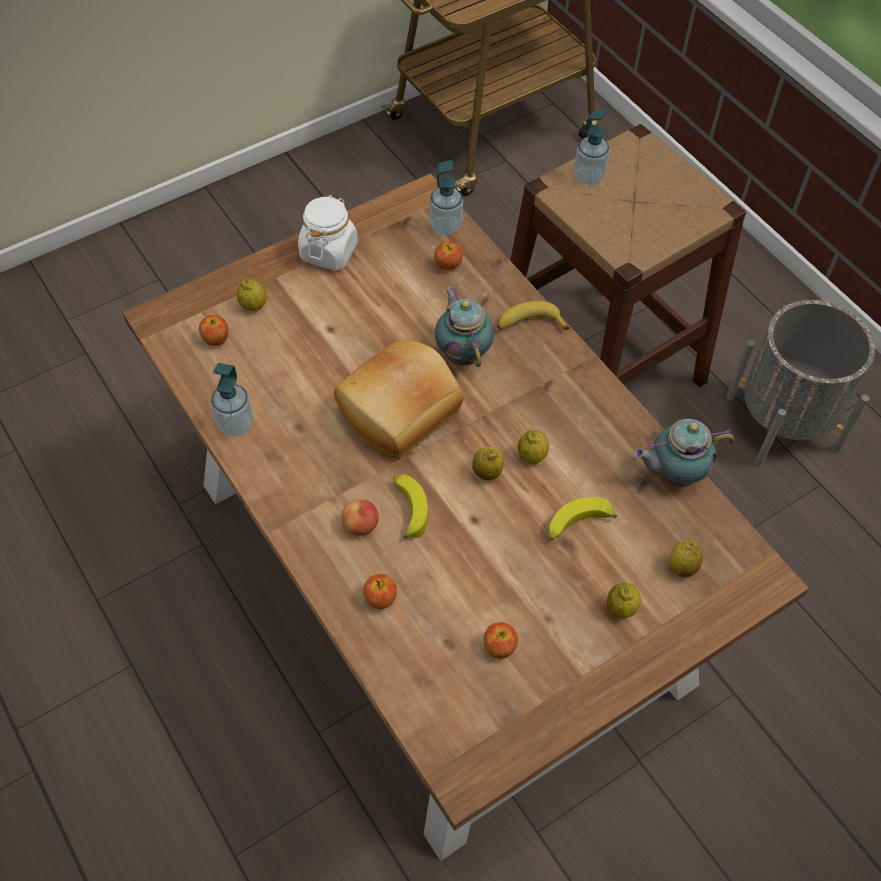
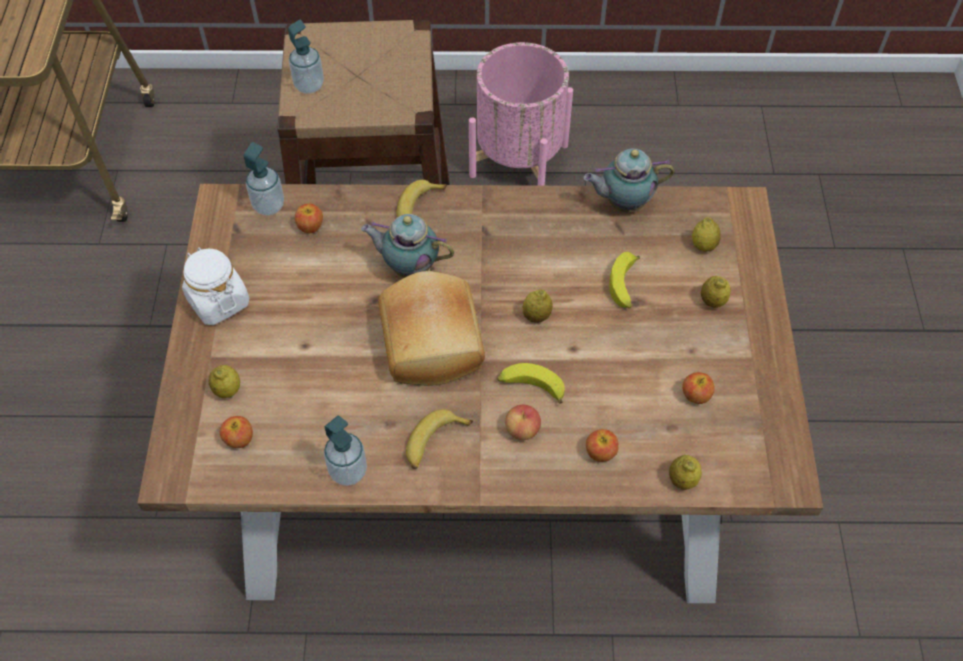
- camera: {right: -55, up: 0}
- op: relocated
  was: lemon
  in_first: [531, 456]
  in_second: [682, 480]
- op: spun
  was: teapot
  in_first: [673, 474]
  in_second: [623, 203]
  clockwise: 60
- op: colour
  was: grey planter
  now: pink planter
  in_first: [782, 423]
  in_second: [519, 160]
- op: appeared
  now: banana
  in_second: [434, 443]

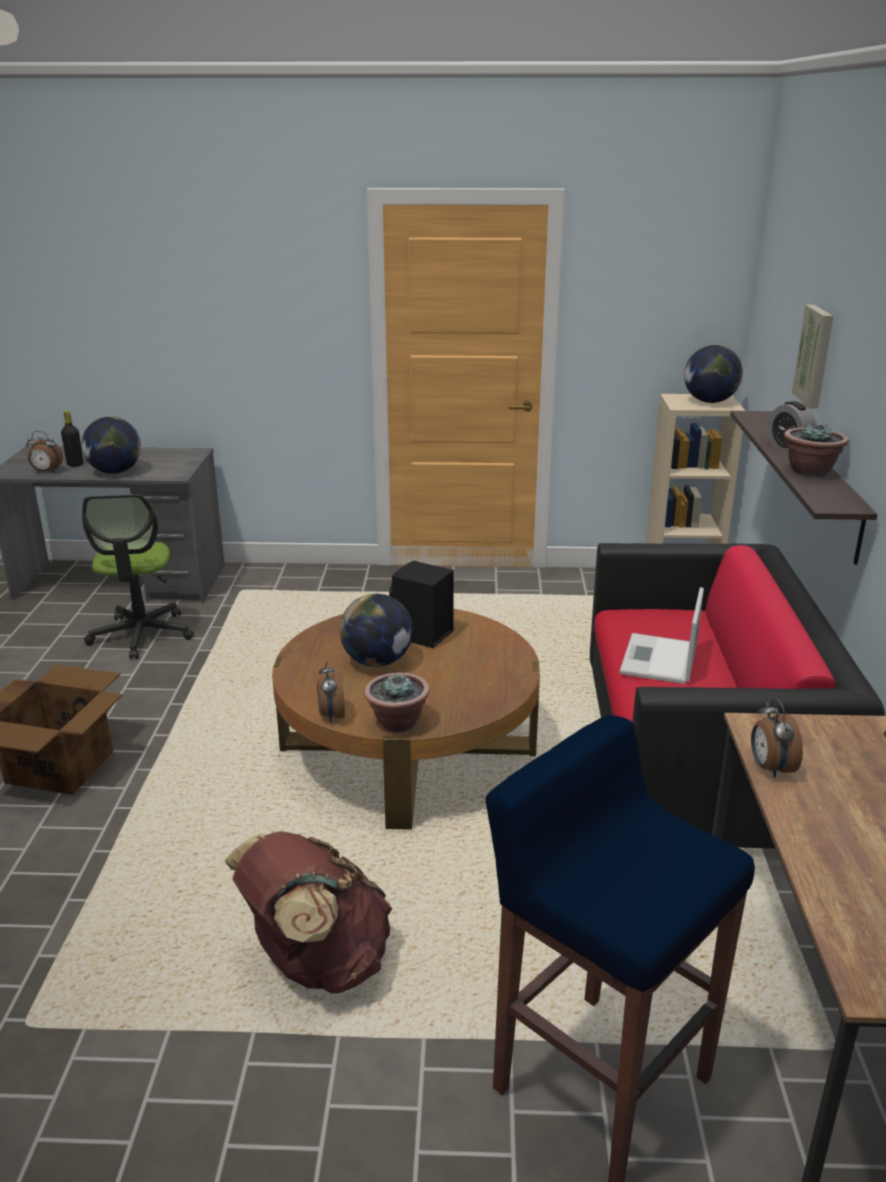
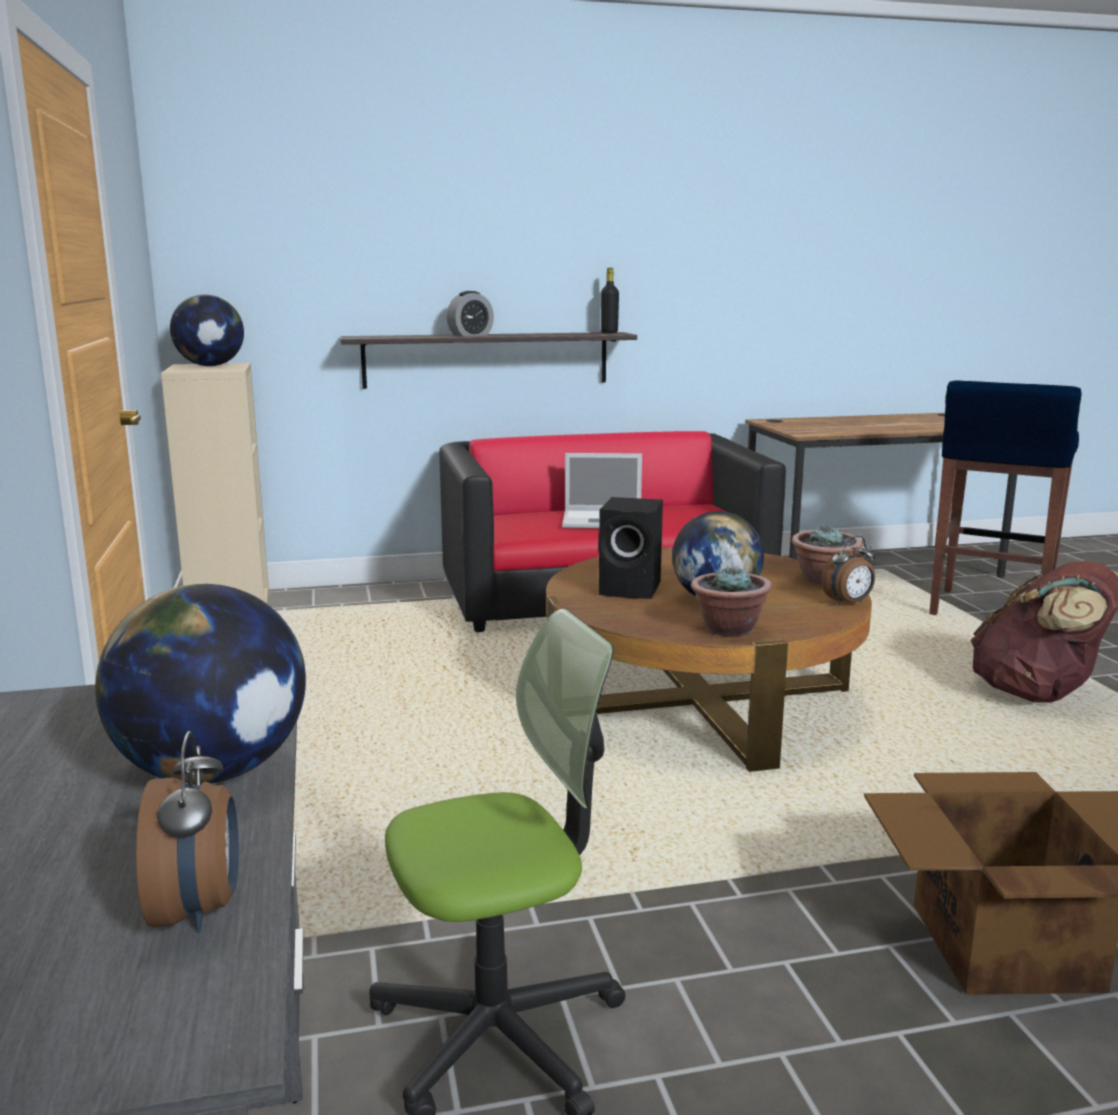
- camera: {right: -105, up: -10}
- op: relocated
  was: black bottle
  in_first: [75, 464]
  in_second: [609, 333]
- op: missing
  was: alarm clock
  in_first: [770, 768]
- op: relocated
  was: potted plant
  in_first: [810, 472]
  in_second: [728, 629]
- op: missing
  was: picture
  in_first: [816, 356]

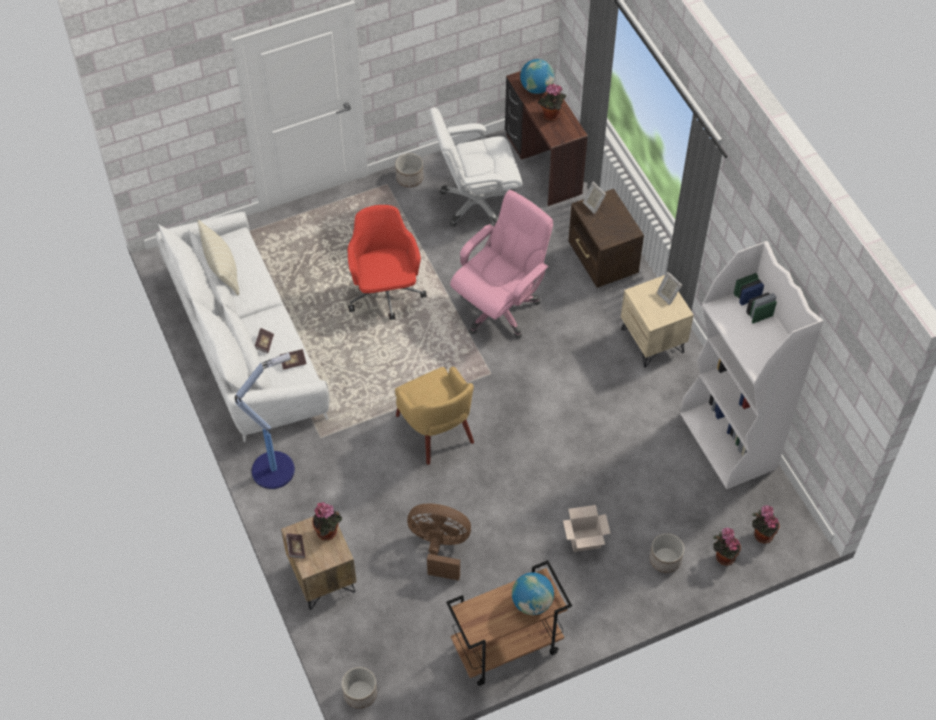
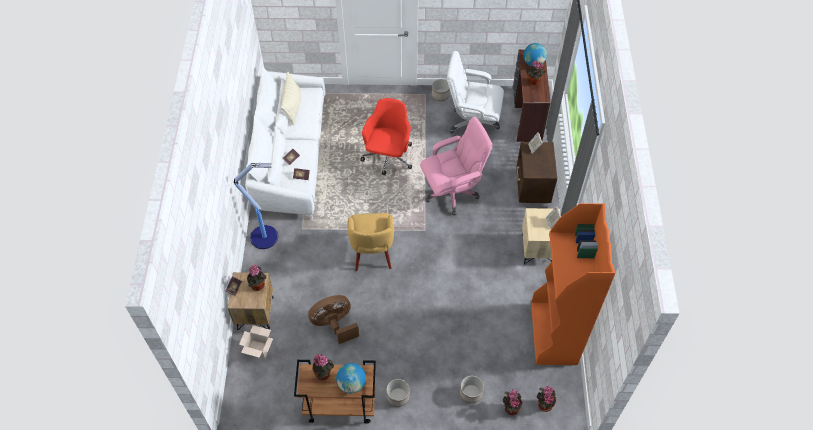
- camera: {right: 25, up: 0}
- op: relocated
  was: planter
  in_first: [360, 694]
  in_second: [397, 396]
- op: spun
  was: brown fan
  in_first: [440, 547]
  in_second: [334, 324]
  clockwise: -60
- op: relocated
  was: cardboard box
  in_first: [585, 539]
  in_second: [259, 349]
- op: colour
  was: white bookcase
  now: orange bookcase
  in_first: [728, 442]
  in_second: [554, 334]
- op: appeared
  now: potted plant
  in_second: [324, 374]

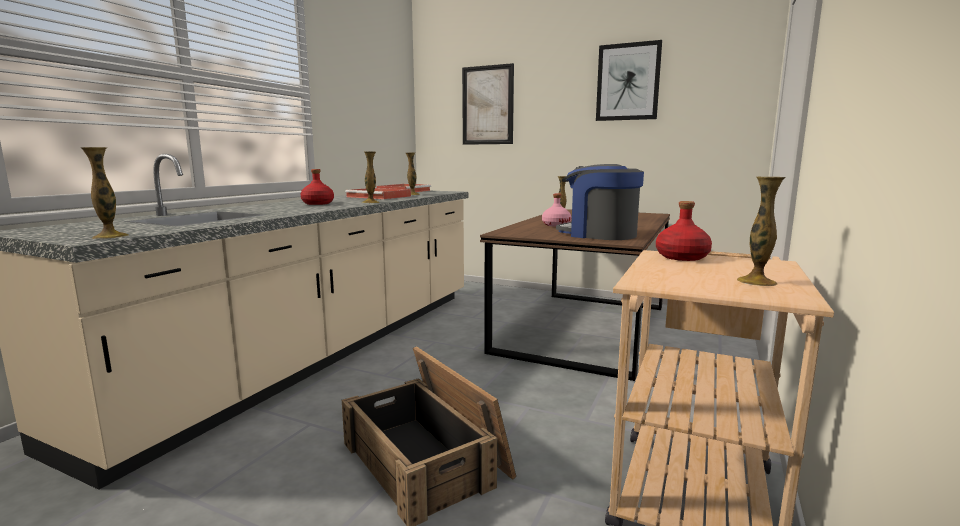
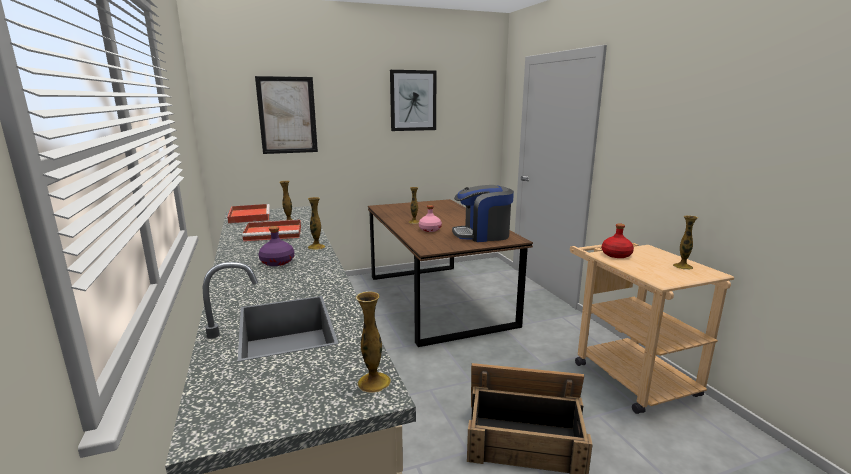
- camera: {right: -45, up: 5}
- op: colour
  was: red bottle
  now: purple bottle
  in_first: [318, 203]
  in_second: [277, 262]

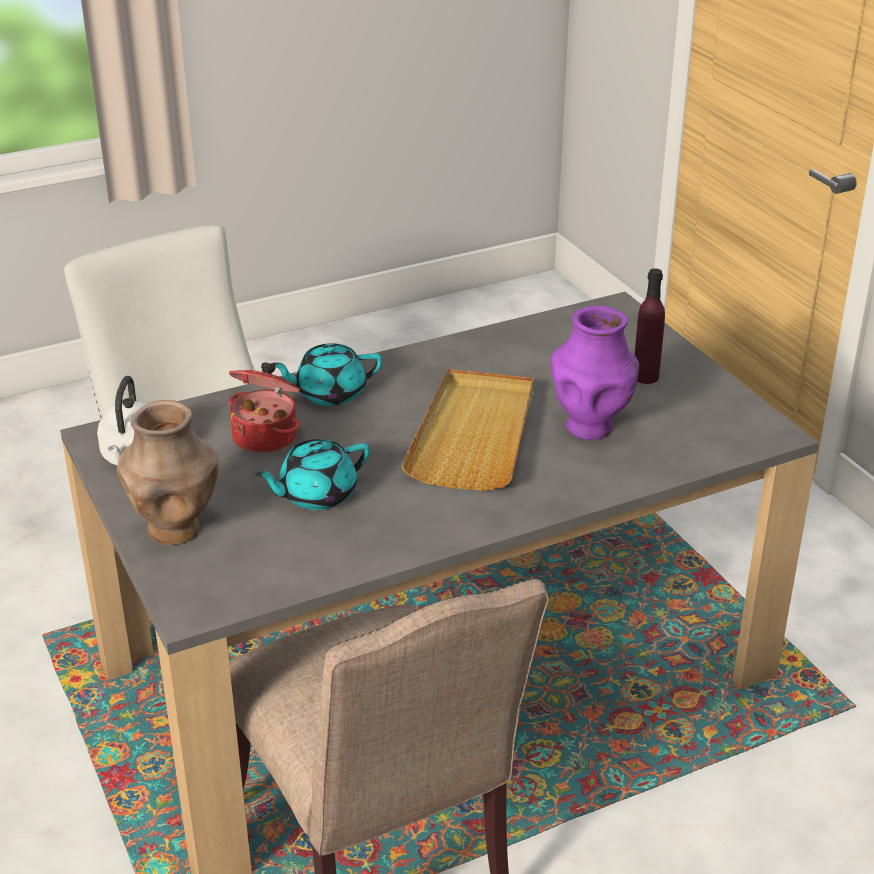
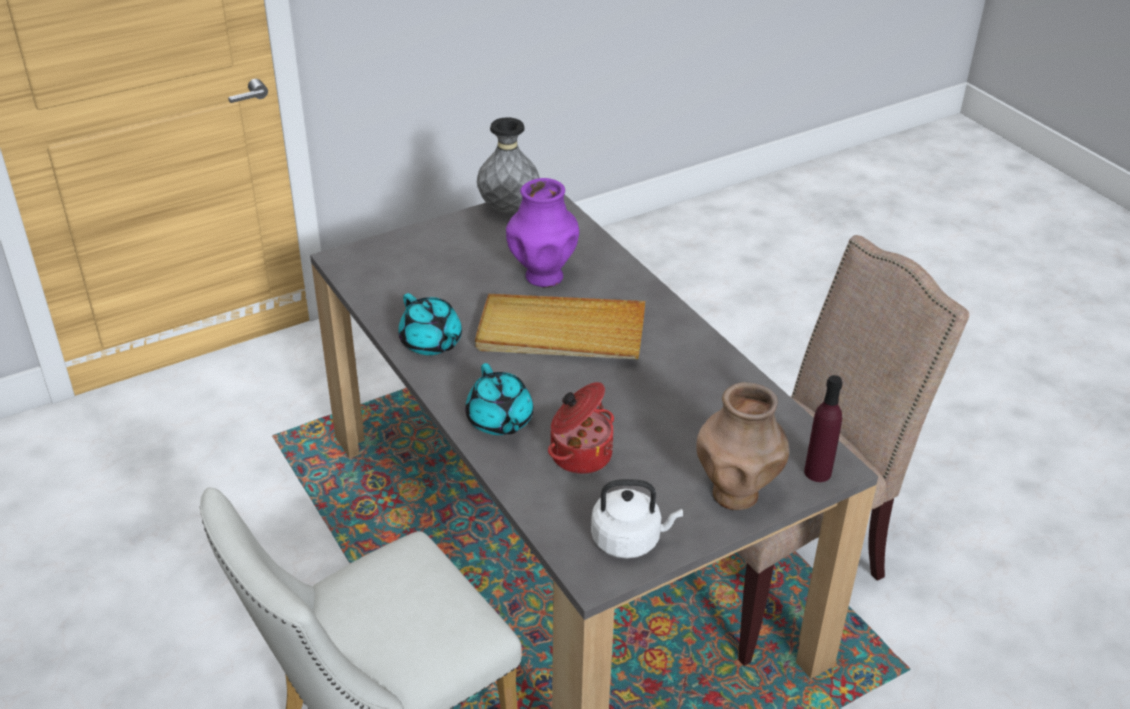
- camera: {right: -95, up: 5}
- op: relocated
  was: turquoise teapot
  in_first: [316, 494]
  in_second: [431, 343]
- op: relocated
  was: purple bottle
  in_first: [645, 377]
  in_second: [817, 472]
- op: appeared
  now: grey vase
  in_second: [508, 208]

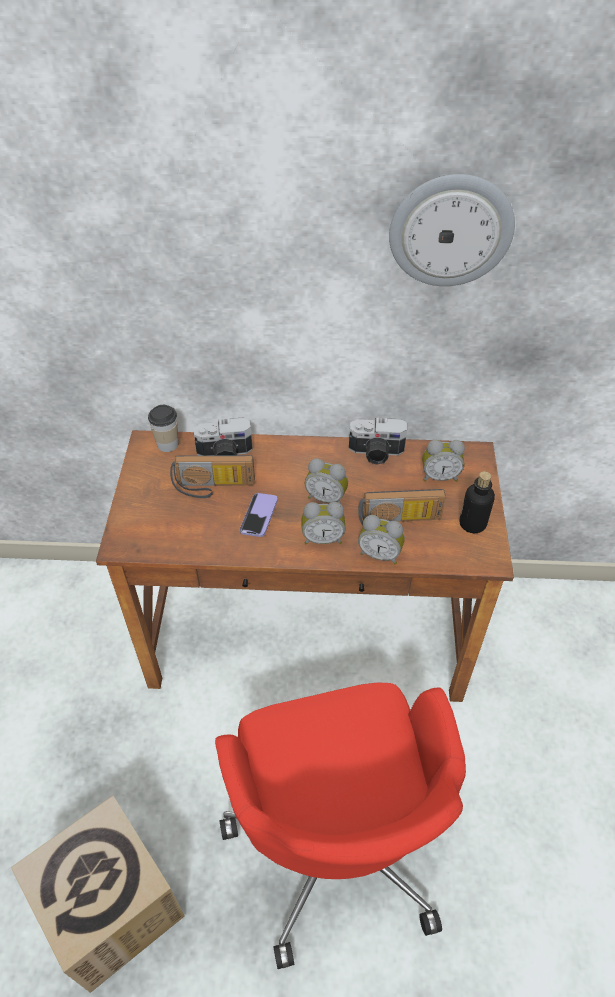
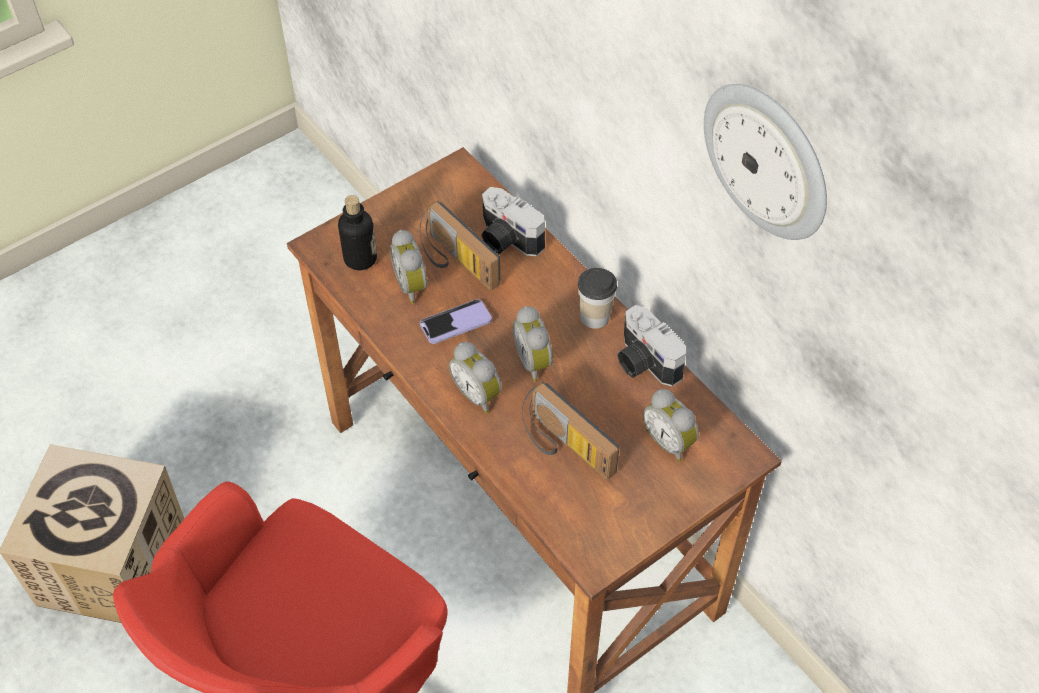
- camera: {right: 50, up: 5}
- op: relocated
  was: cup
  in_first: [167, 444]
  in_second: [594, 317]
- op: relocated
  was: alarm clock
  in_first: [380, 554]
  in_second: [413, 285]
- op: relocated
  was: bottle
  in_first: [472, 523]
  in_second: [360, 258]

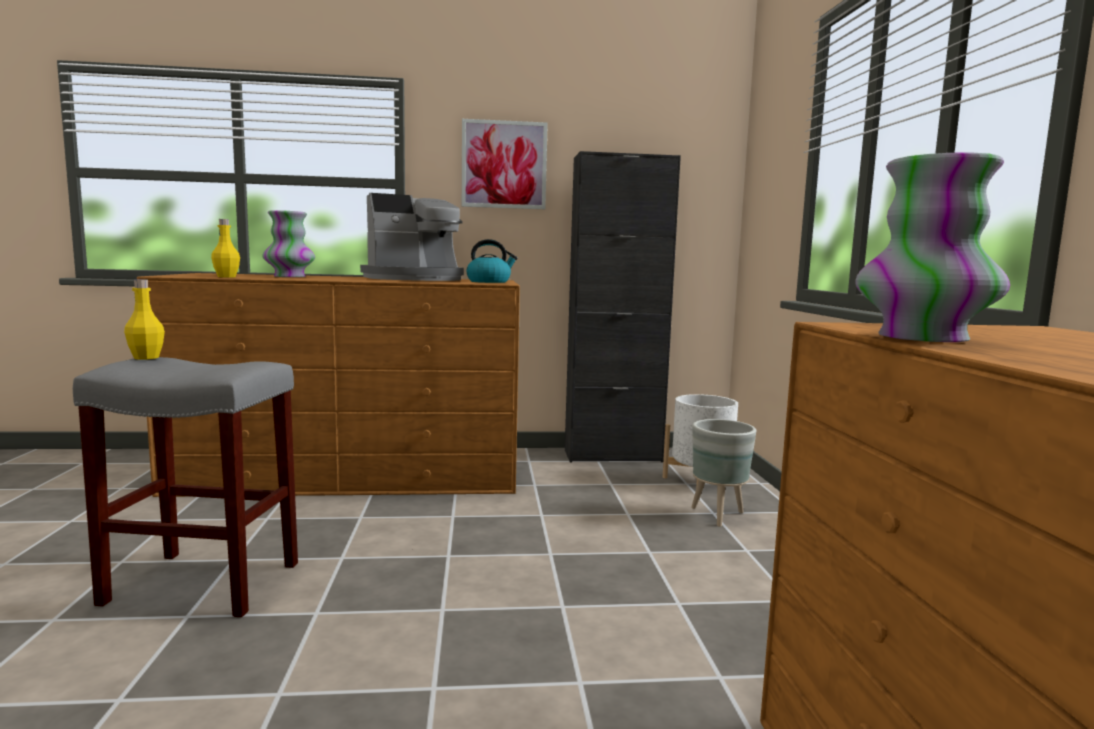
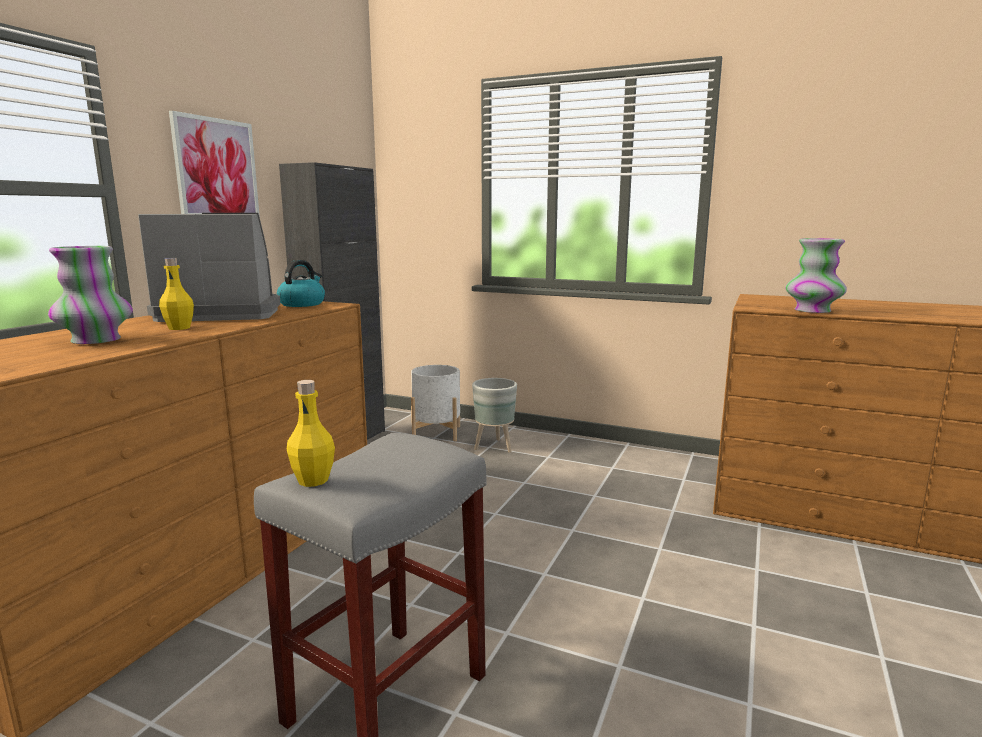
- camera: {right: -60, up: 5}
- op: relocated
  was: yellow bottle
  in_first: [226, 277]
  in_second: [179, 328]
- op: spun
  was: coffee machine
  in_first: [414, 279]
  in_second: [220, 314]
  clockwise: -105

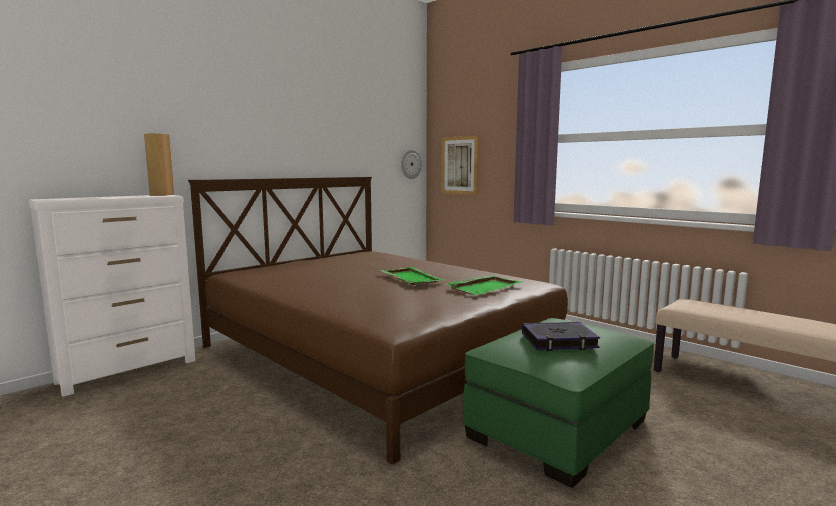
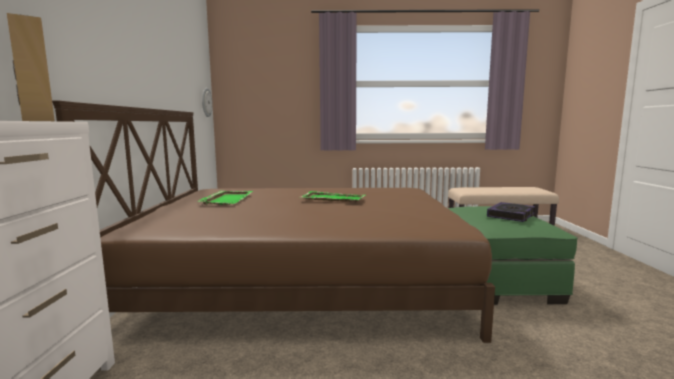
- camera: {right: -45, up: 0}
- op: missing
  was: picture
  in_first: [459, 165]
- op: relocated
  was: green tray
  in_first: [485, 287]
  in_second: [227, 199]

